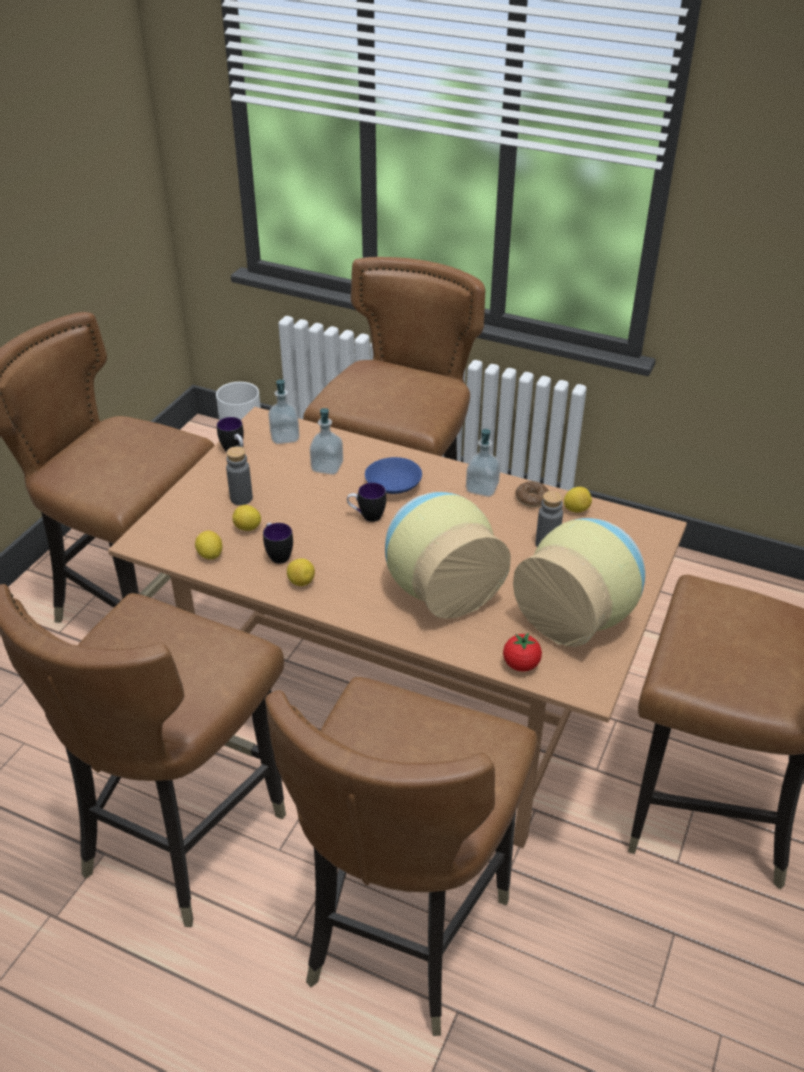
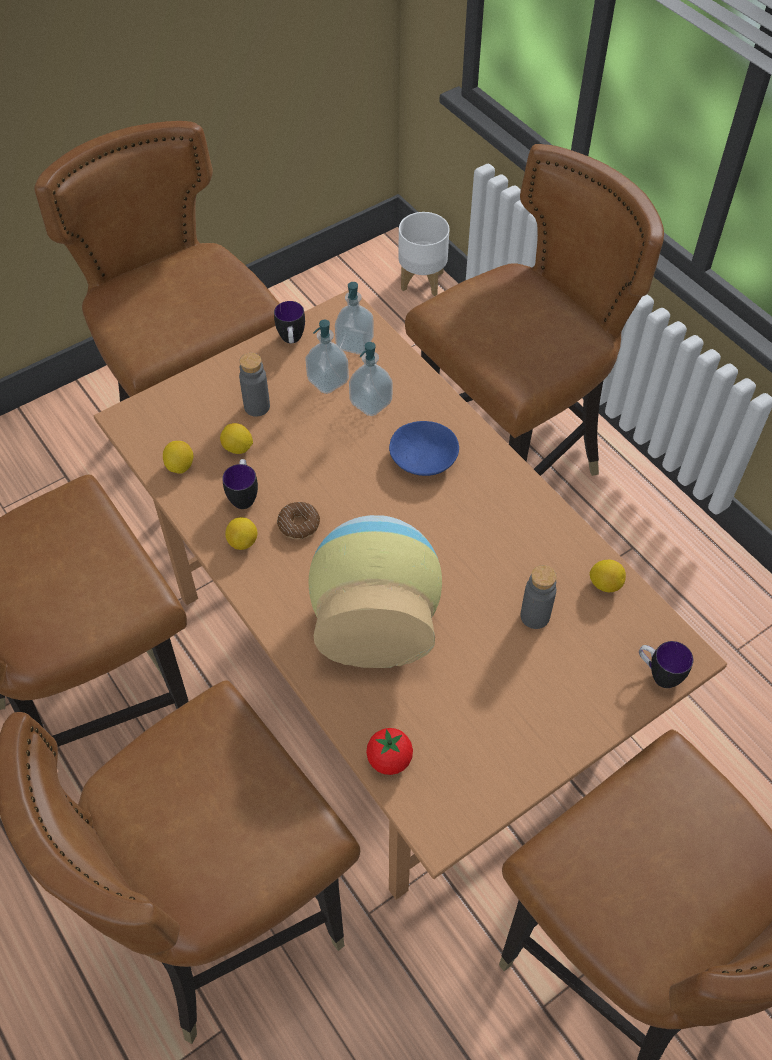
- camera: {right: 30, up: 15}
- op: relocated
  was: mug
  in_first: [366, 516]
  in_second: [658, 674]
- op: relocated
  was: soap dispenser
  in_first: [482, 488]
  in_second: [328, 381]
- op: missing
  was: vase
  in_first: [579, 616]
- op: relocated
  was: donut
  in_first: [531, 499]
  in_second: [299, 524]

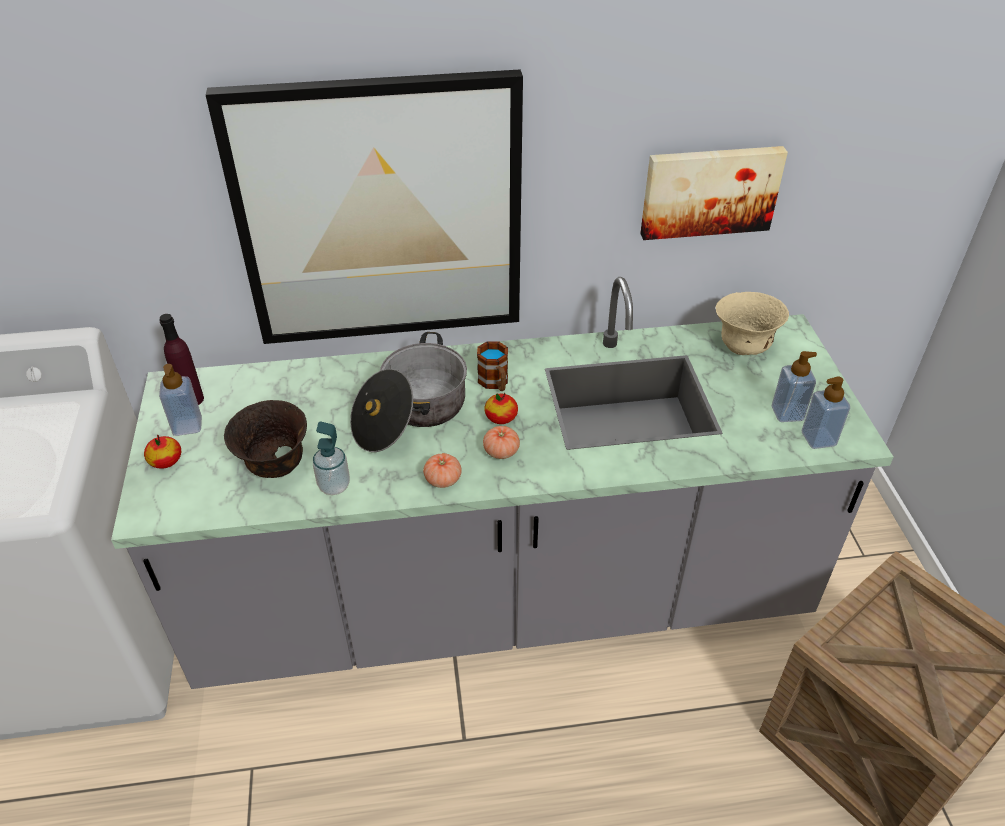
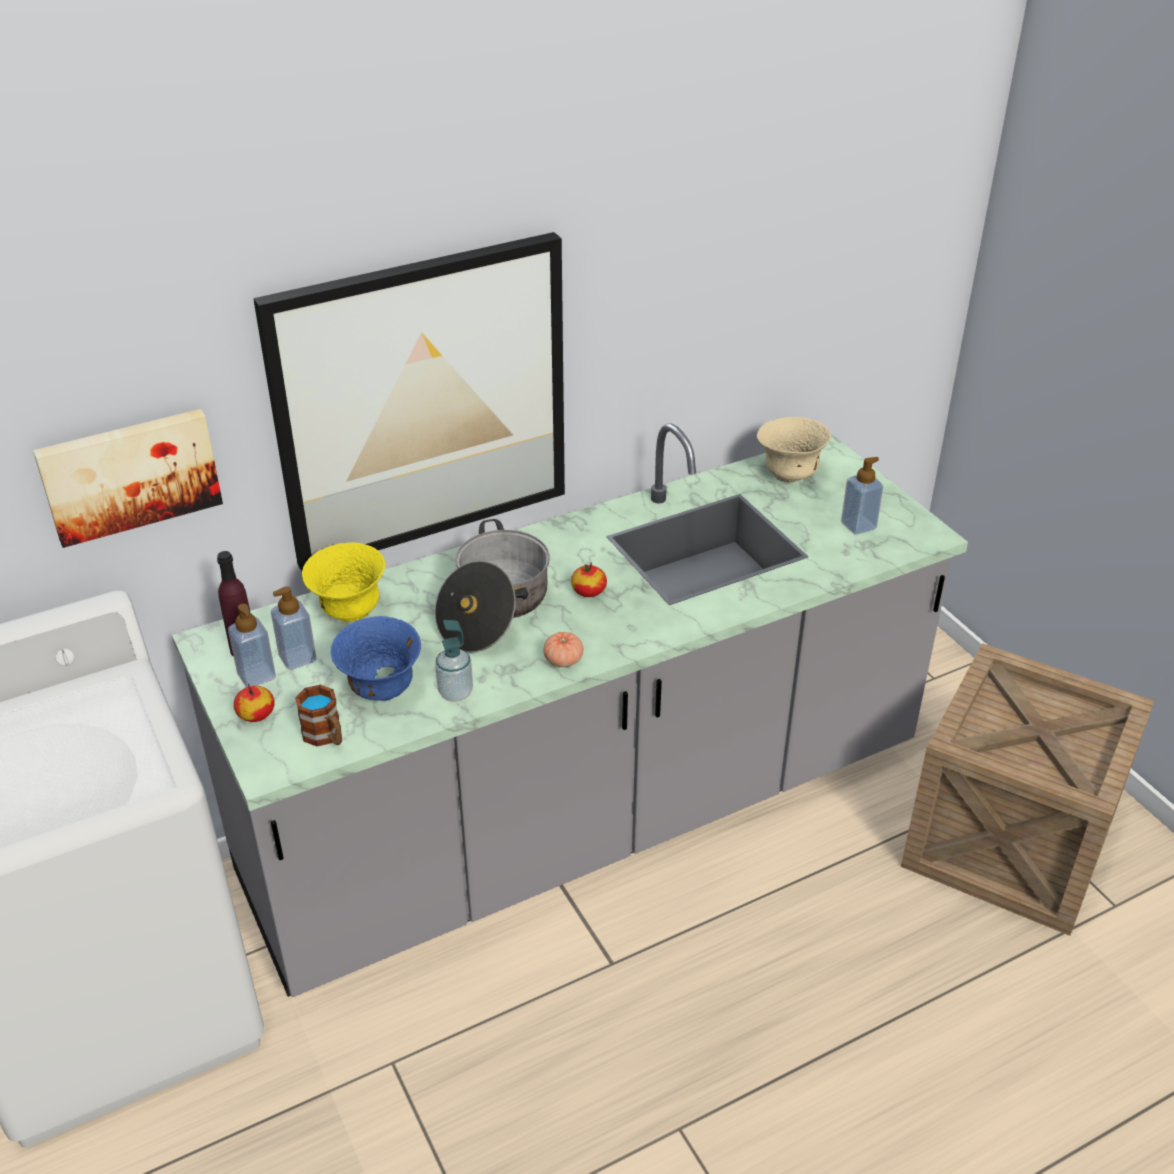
- camera: {right: -20, up: -5}
- op: colour
  was: brown bowl
  now: blue bowl
  in_first: [276, 467]
  in_second: [382, 690]
- op: relocated
  was: mug
  in_first: [495, 383]
  in_second: [326, 736]
- op: missing
  was: tomato
  in_first: [501, 451]
- op: relocated
  was: picture
  in_first: [709, 190]
  in_second: [130, 474]
- op: relocated
  was: soap dispenser
  in_first: [818, 438]
  in_second: [297, 658]
- op: appeared
  now: yellow bowl
  in_second: [350, 612]

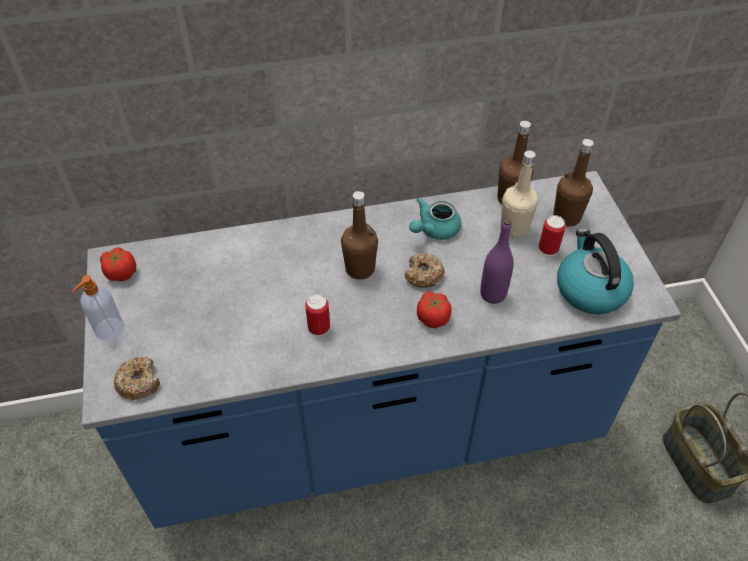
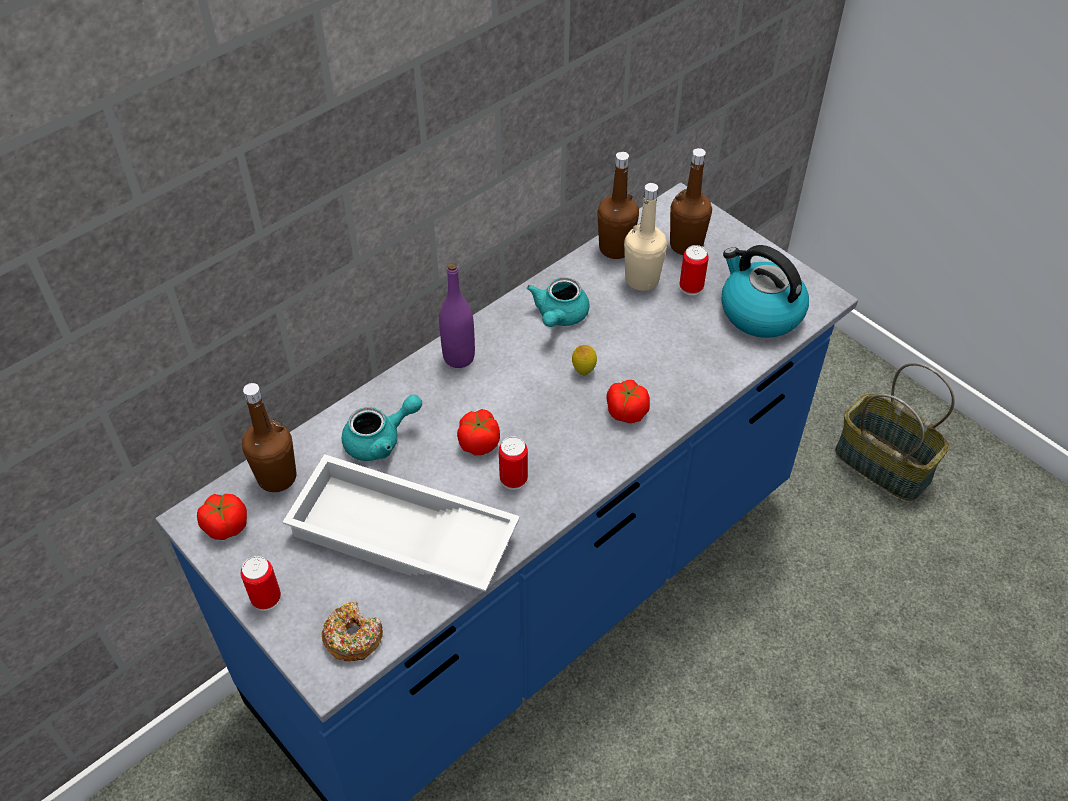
- camera: {right: -30, up: 0}
- op: exchanged
  was: soap dispenser
  now: can
  in_first: [109, 330]
  in_second: [266, 598]
- op: relocated
  was: brown bottle
  in_first: [360, 269]
  in_second: [277, 477]
- op: exchanged
  was: donut
  now: lemon
  in_first: [423, 275]
  in_second: [583, 371]
- op: relocated
  was: purple bottle
  in_first: [493, 294]
  in_second: [459, 357]
- op: appeared
  now: white tray
  in_second: [400, 537]
- op: appeared
  now: turquoise teapot
  in_second: [380, 440]
- op: appeared
  now: tomato
  in_second: [479, 442]

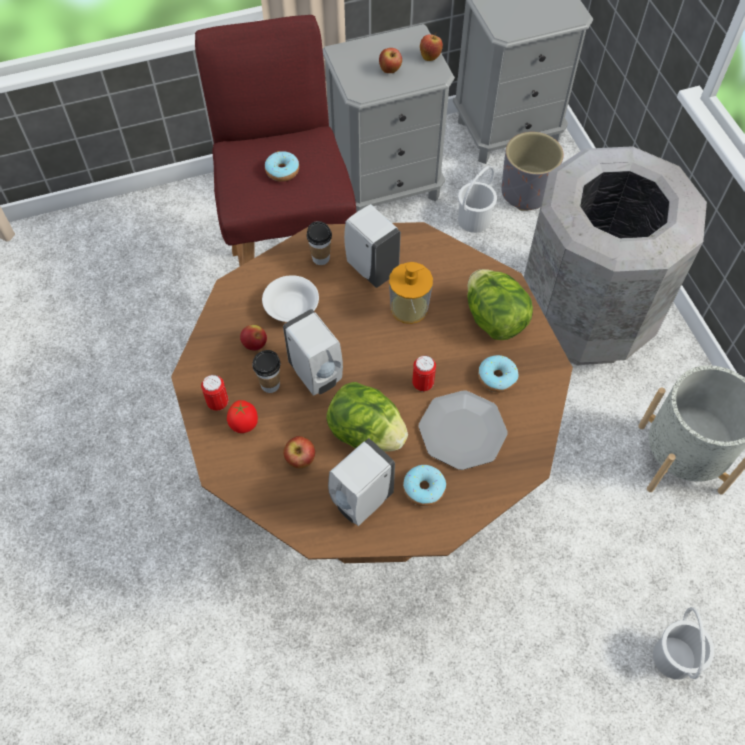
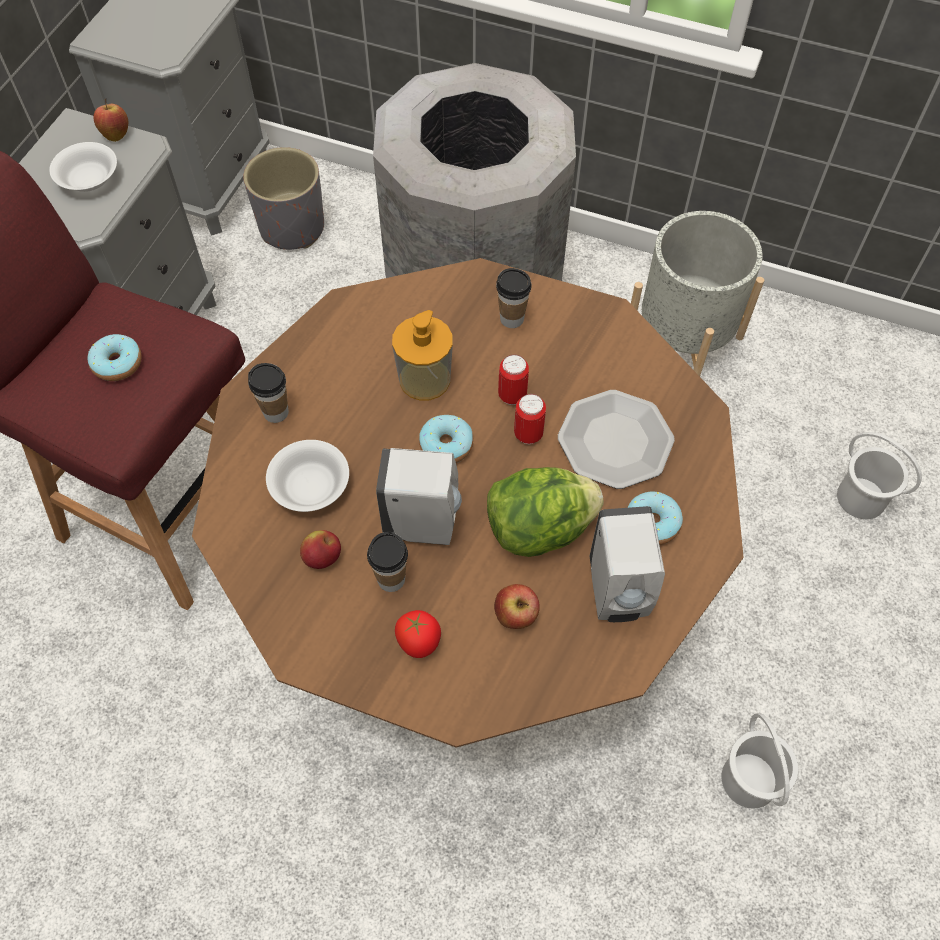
- camera: {right: -50, up: 0}
- op: relocated
  was: can
  in_first: [218, 403]
  in_second: [512, 396]
- op: missing
  was: white soap dispenser
  in_first: [371, 267]
- op: exchanged
  was: apple
  now: white bowl
  in_first: [390, 70]
  in_second: [90, 179]
- op: relocated
  was: white bucket
  in_first: [474, 220]
  in_second: [750, 779]
- op: exchanged
  was: lettuce
  now: cup
  in_first: [494, 319]
  in_second: [512, 319]
- op: relocated
  was: donut
  in_first: [497, 377]
  in_second: [446, 445]

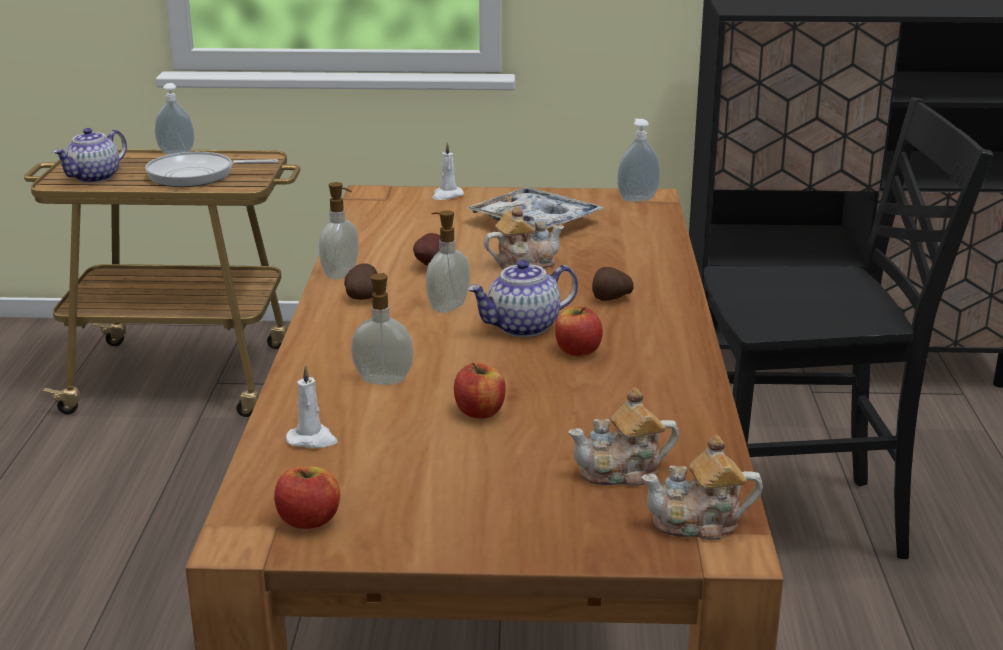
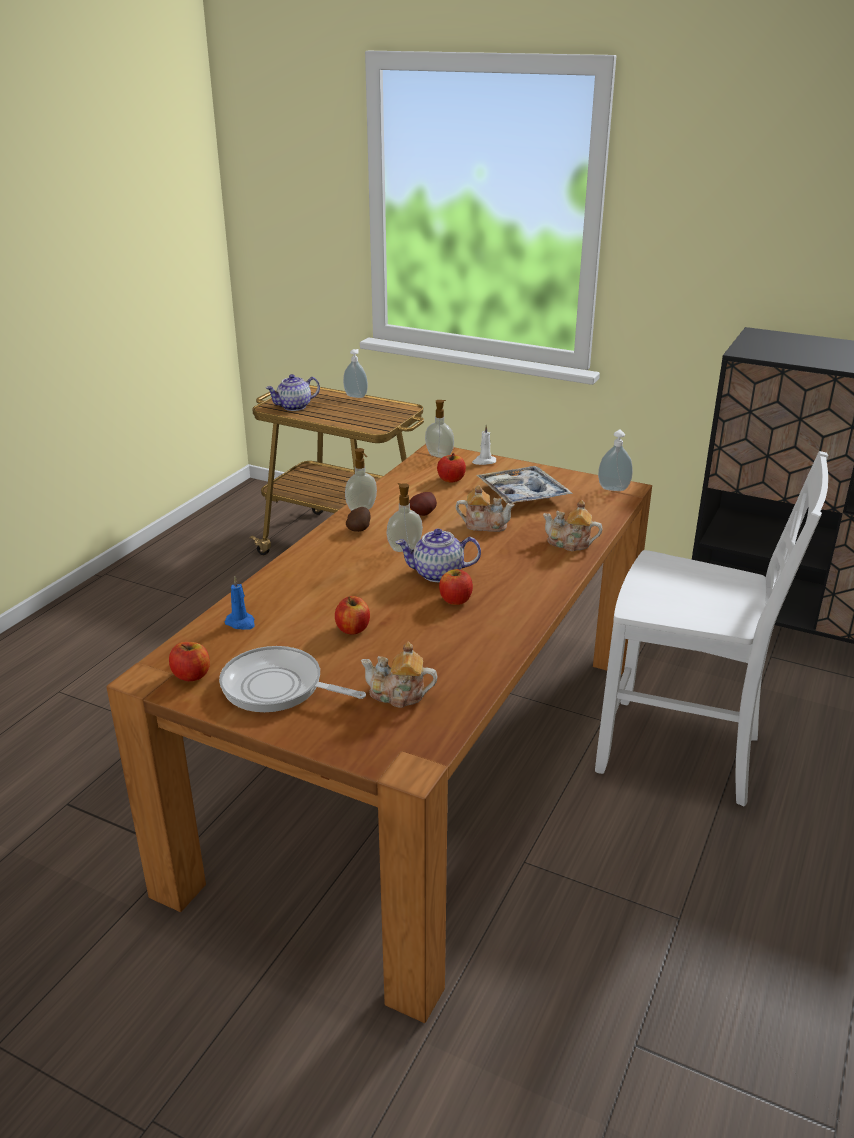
- camera: {right: 25, up: 5}
- op: relocated
  was: frying pan
  in_first: [196, 175]
  in_second: [277, 687]
- op: colour
  was: white candle
  now: blue candle
  in_first: [312, 440]
  in_second: [241, 623]
- op: relocated
  was: soap dispenser
  in_first: [383, 379]
  in_second: [439, 455]
- op: missing
  was: potato
  in_first: [610, 298]
- op: relocated
  was: teapot
  in_first: [699, 523]
  in_second: [569, 543]
- op: colour
  was: black chair
  now: white chair
  in_first: [799, 521]
  in_second: [682, 754]
- op: appeared
  now: apple
  in_second: [451, 479]

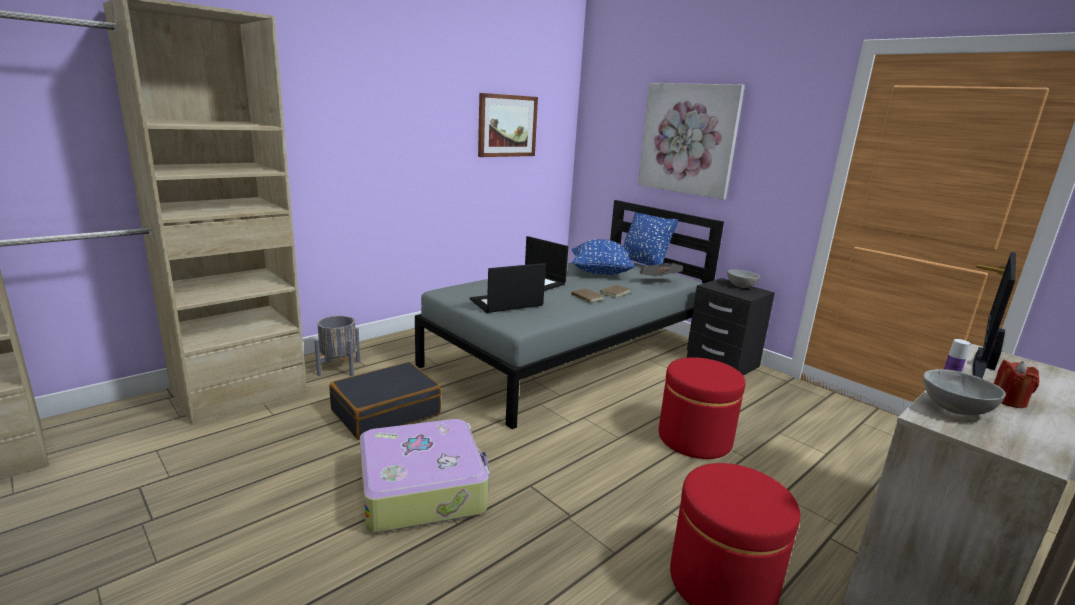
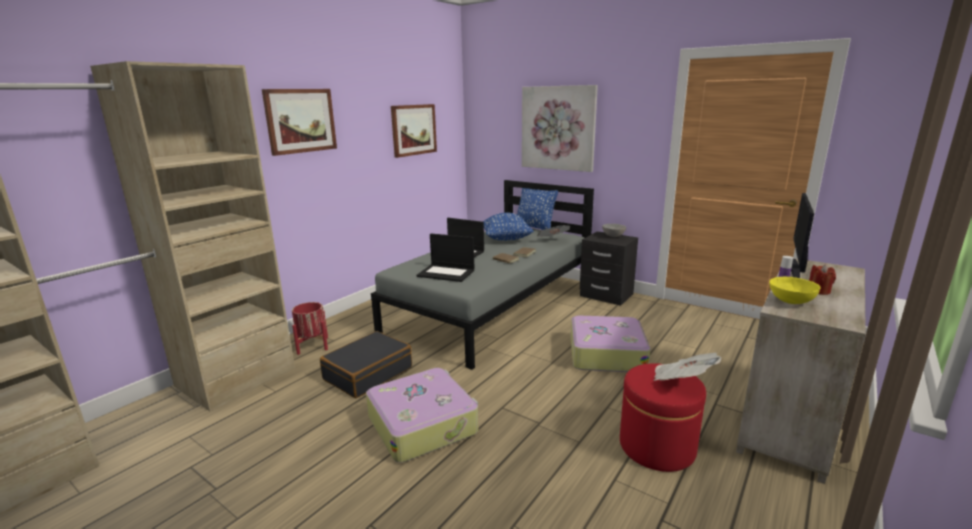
- camera: {right: -10, up: 0}
- op: colour
  was: grey planter
  now: red planter
  in_first: [339, 368]
  in_second: [312, 345]
- op: spun
  was: laptop
  in_first: [506, 303]
  in_second: [447, 273]
  clockwise: -120
- op: exchanged
  was: red ottoman
  now: suitcase
  in_first: [694, 439]
  in_second: [606, 353]
- op: colour
  was: grey bowl
  now: yellow bowl
  in_first: [954, 410]
  in_second: [791, 302]
- op: appeared
  now: picture
  in_second: [300, 121]
- op: appeared
  now: newspaper
  in_second: [682, 381]

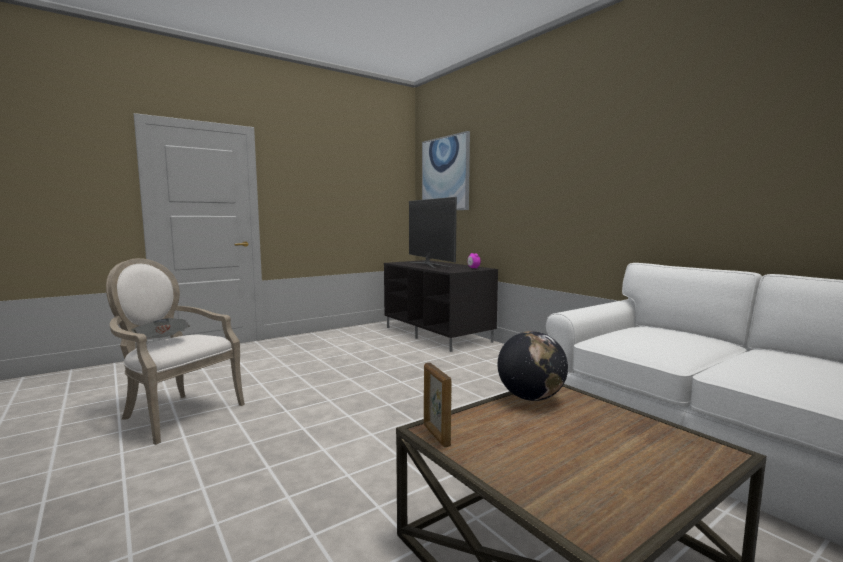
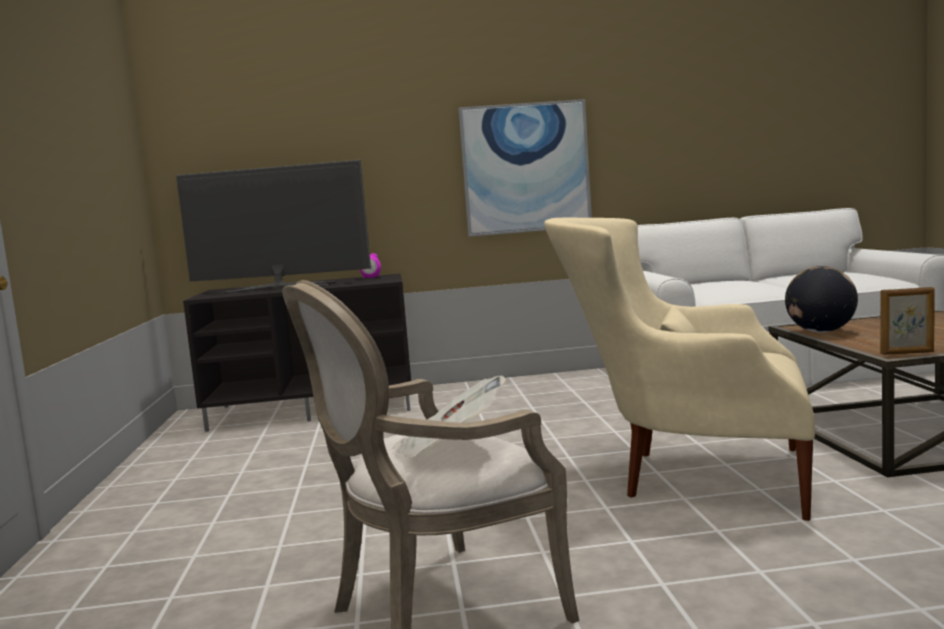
- camera: {right: -60, up: 0}
- op: relocated
  was: picture
  in_first: [445, 174]
  in_second: [525, 168]
- op: appeared
  now: beige armchair
  in_second: [686, 476]

